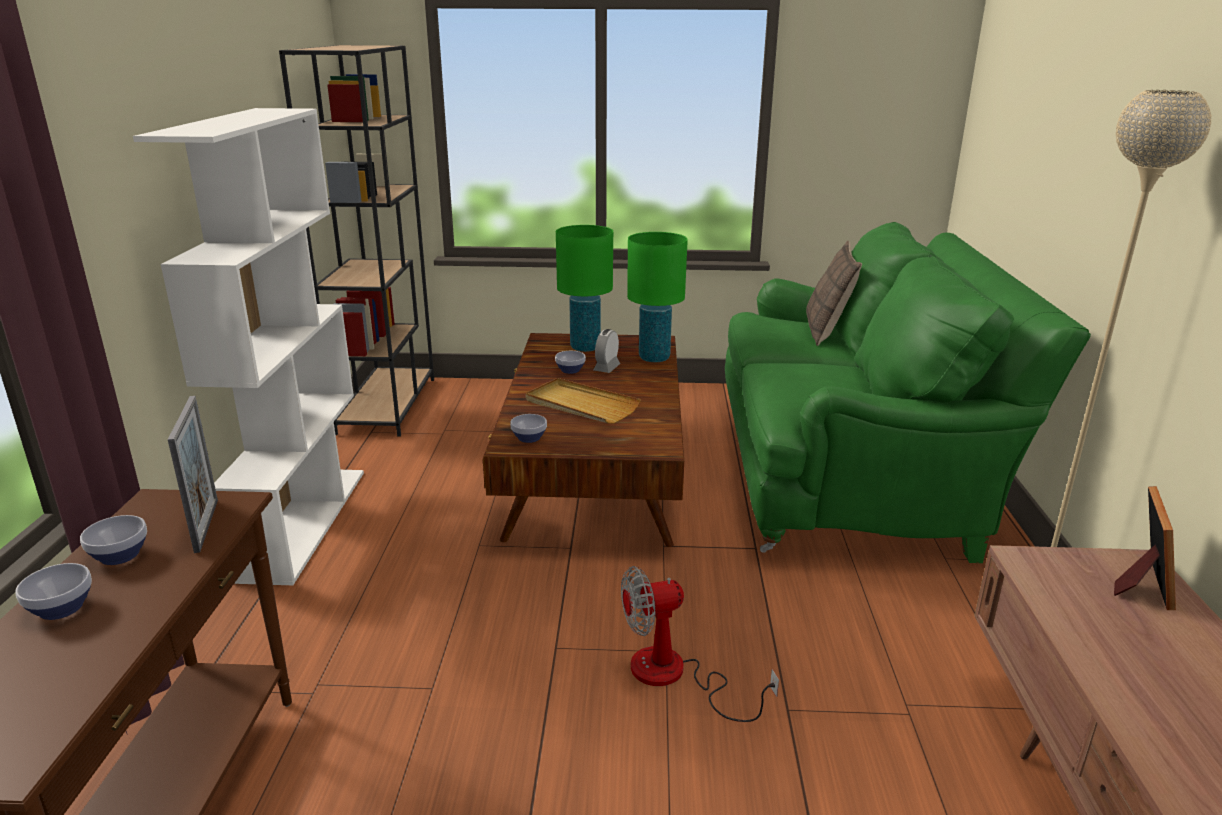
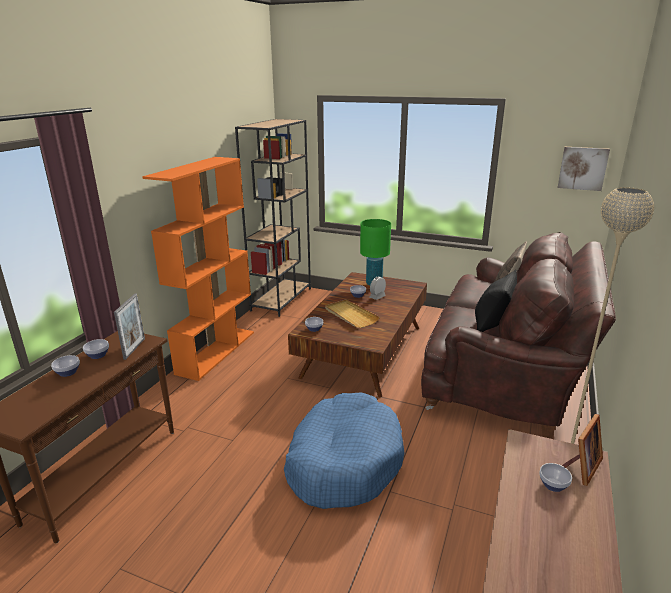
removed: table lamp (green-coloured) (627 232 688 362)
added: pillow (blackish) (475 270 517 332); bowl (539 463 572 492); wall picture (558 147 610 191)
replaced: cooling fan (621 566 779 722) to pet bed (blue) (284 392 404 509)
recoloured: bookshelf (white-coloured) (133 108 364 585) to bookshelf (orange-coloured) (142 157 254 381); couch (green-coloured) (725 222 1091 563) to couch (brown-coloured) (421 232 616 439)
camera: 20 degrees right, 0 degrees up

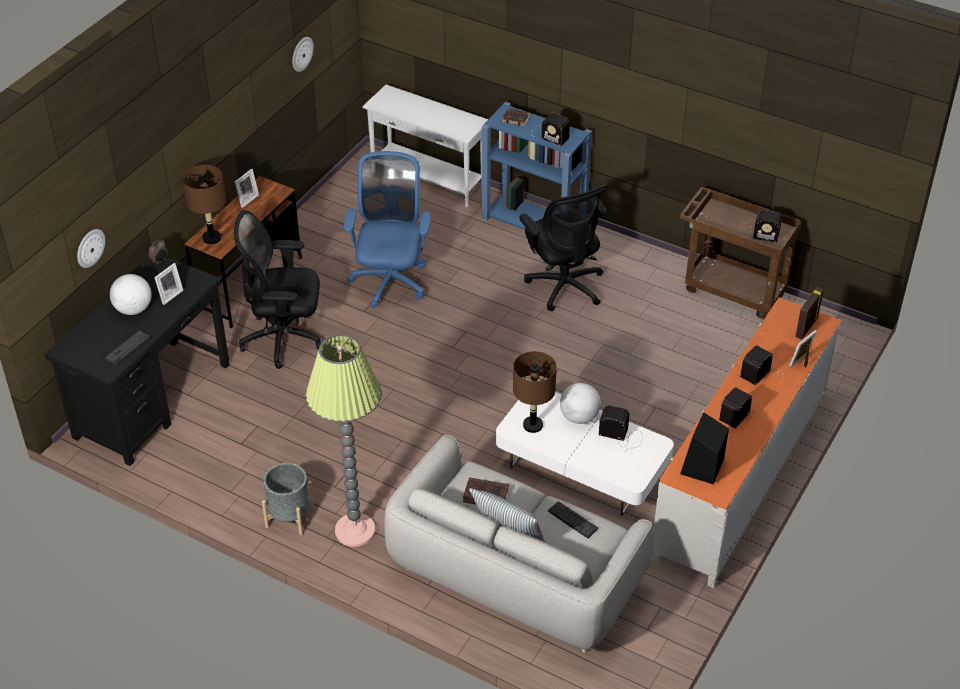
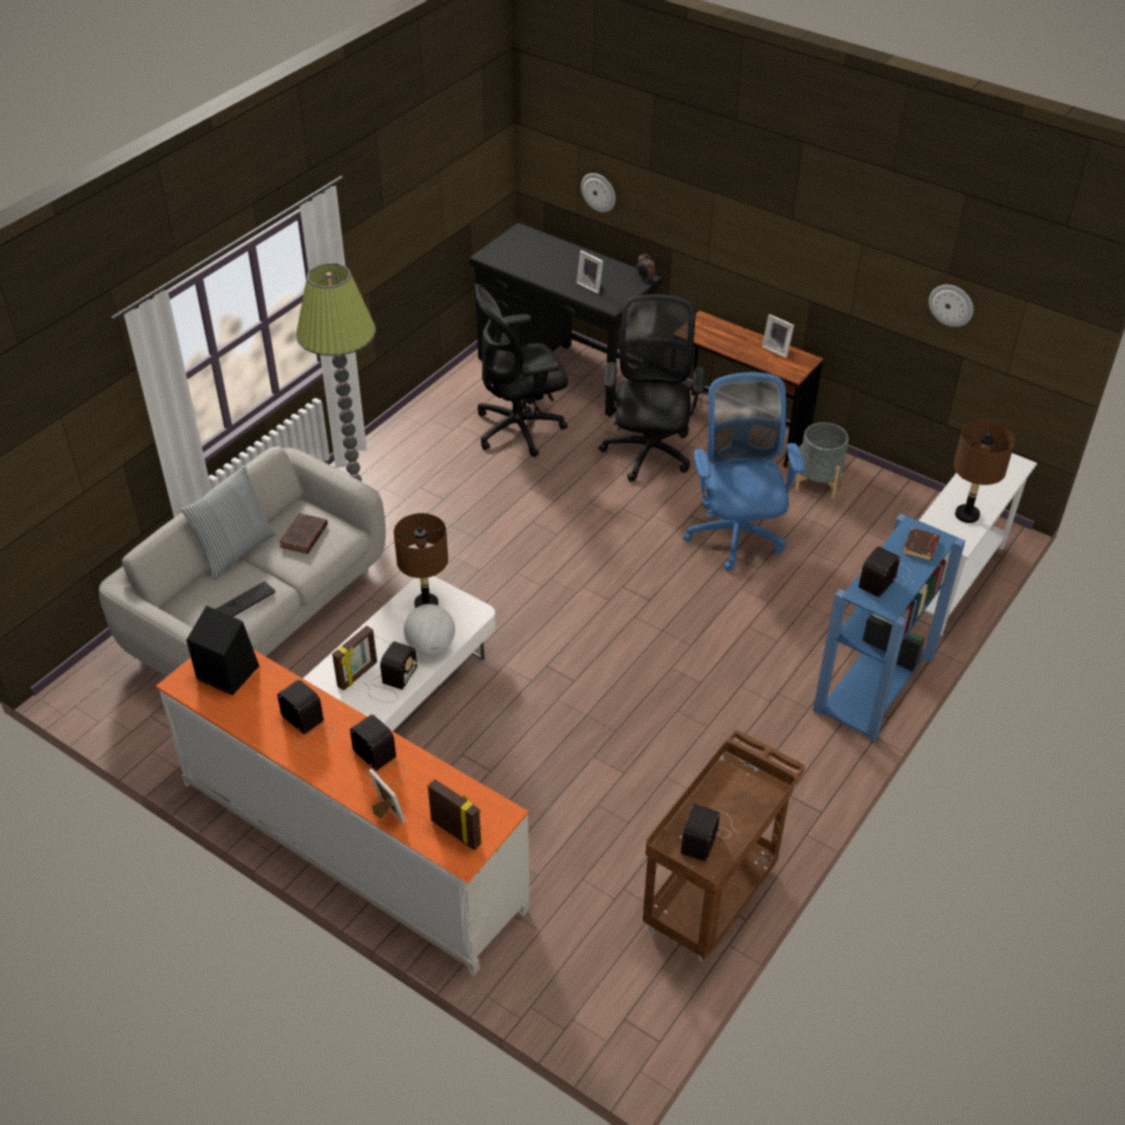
removed: PC keyboard (105 331 151 365); globe (110 274 152 315)
added: photo frame (332 626 377 690)
moved: computer chair (blackish) (519 185 608 311) to (475 284 568 457); planter (gray) (262 463 314 535) to (795 422 849 499); table lamp (brown-coloured) (182 165 226 244) to (954 420 1015 523)
turned: computer chair (blue) (344 151 431 308) = (683 372 805 571) 105 degrees counterclockwise
camera: 95 degrees right, 0 degrees up

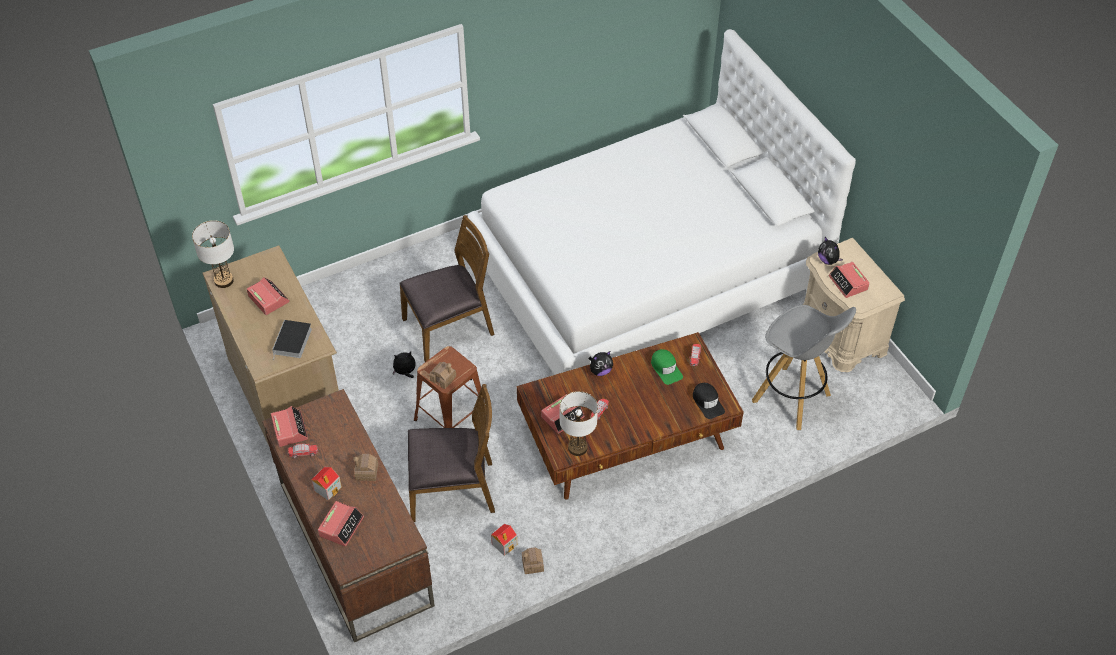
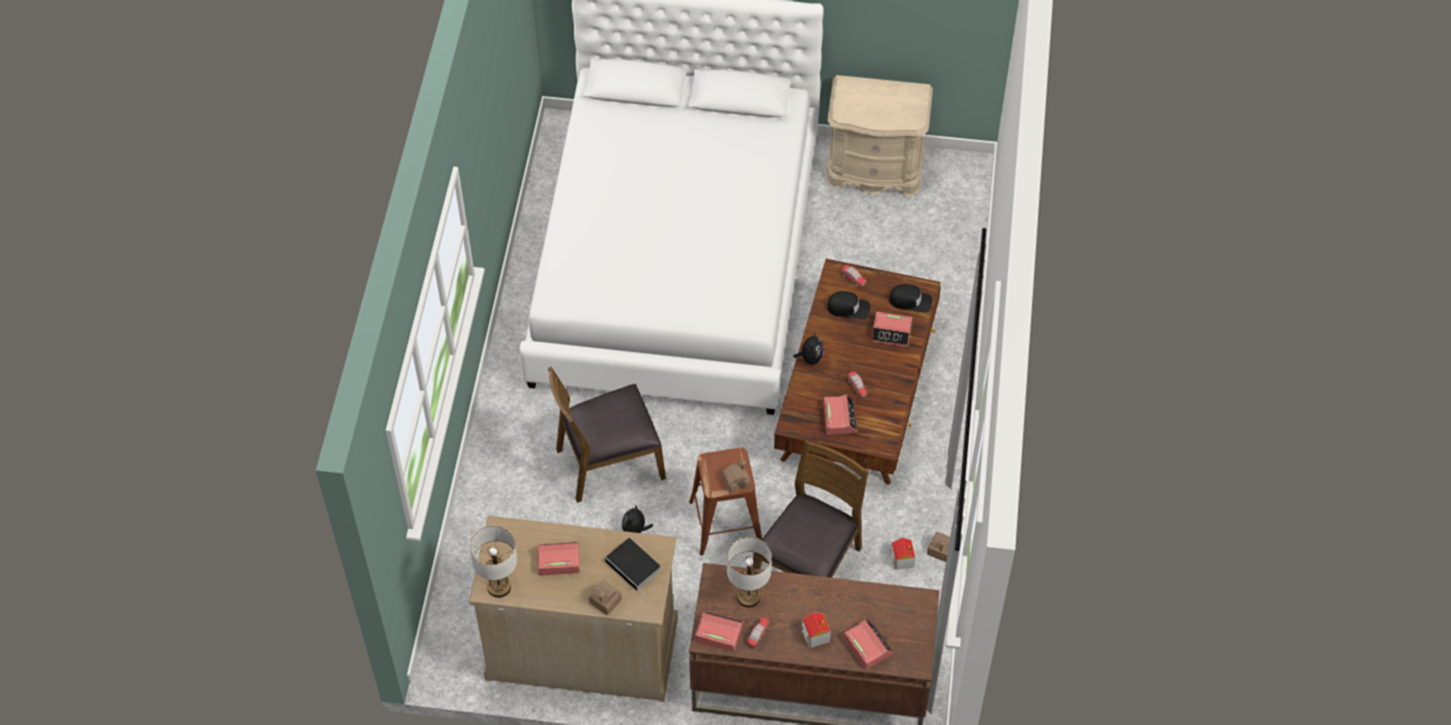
removed: sitting stool (gray) (752 305 856 430); soft toy (818 237 843 265)
moved: miniature house (353 454 378 481) to (589 580 622 615); table lamp (560 391 598 456) to (727 537 772 608); table clock (829 262 870 298) to (871 312 912 347)
recoloured: cap (green-coloured) (651 349 683 385) to cap (blackish) (827 291 870 319)
turned: plain chair (brown-coloured) (399 215 495 362) = (548 367 666 503) 120 degrees counterclockwise
camera: 55 degrees left, 5 degrees up

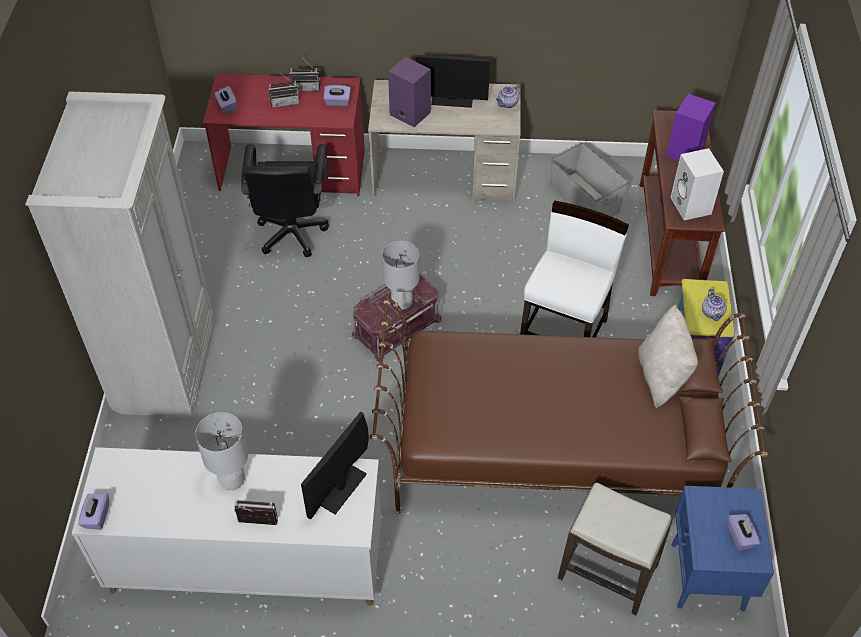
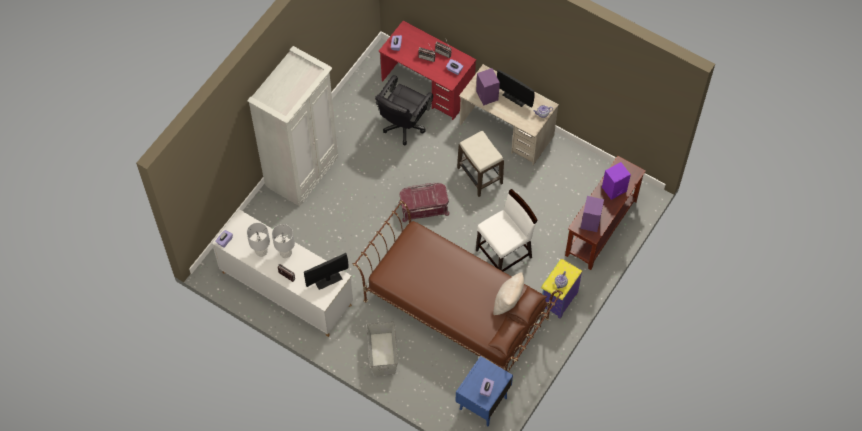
moved: table lamp (gray) (382 241 420 310) to (247 223 270 257); storage container (gray) (550 142 629 217) to (366 322 398 376); sitting stool (558 483 673 615) to (457 131 504 197)
recoloured: speaker (white-coloured) (670 148 724 221) to speaker (purple-coloured) (580 196 604 232)
camera: 30 degrees right, 10 degrees up

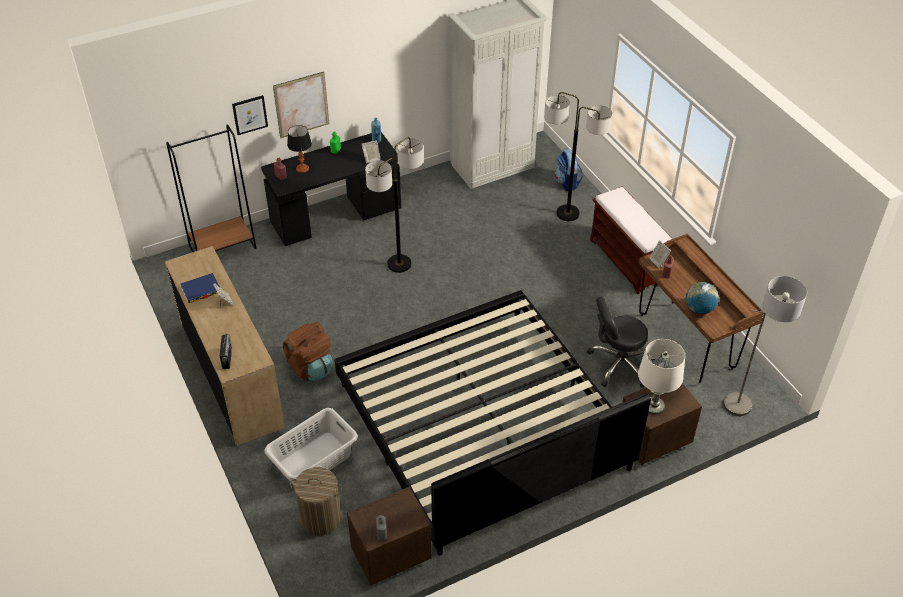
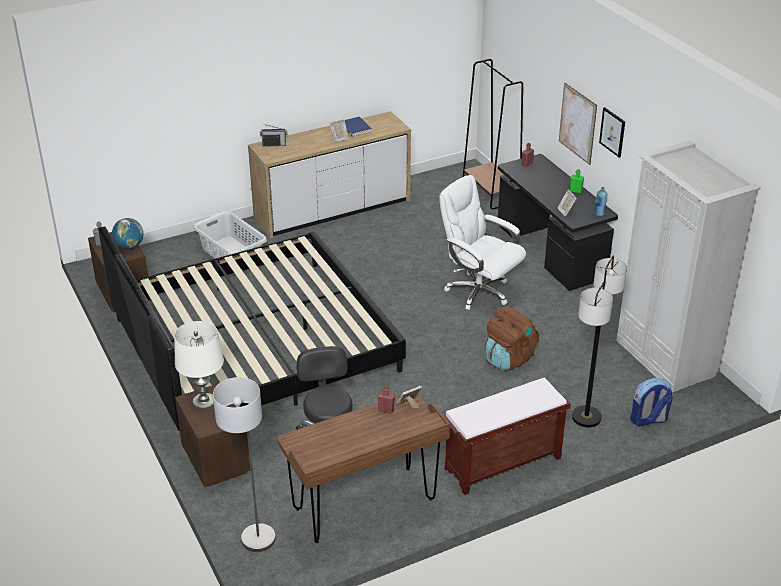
removed: table lamp (287 125 312 173); hamper (290 467 342 536)
moved: globe (686 282 719 314) to (112 218 144 249); knapsack (brown-coloured) (283 322 333 381) to (485 307 539 370); wall picture (232 95 268 135) to (599 107 625 158)
replaced: standard lamp (365 137 423 273) to computer chair (white-coloured) (439 175 526 310)
camera: 90 degrees right, 10 degrees down

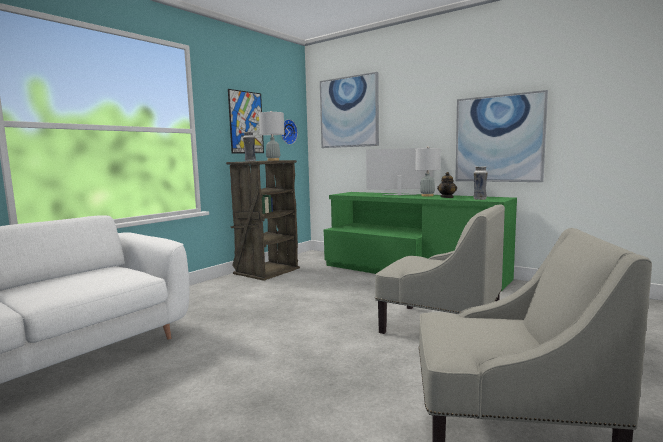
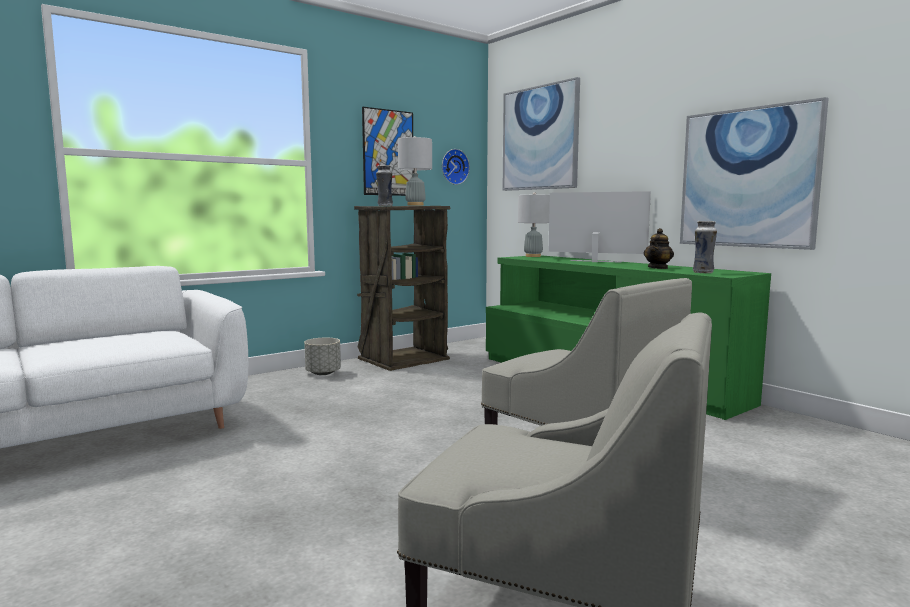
added: planter (gray) (304 338 341 375)
moved: table lamp (gray) (415 146 441 196) to (518 192 550 257)
camera: 15 degrees right, 0 degrees up

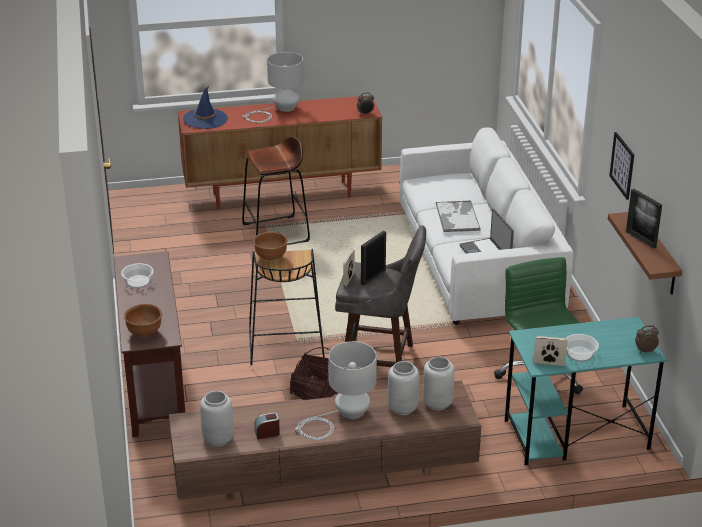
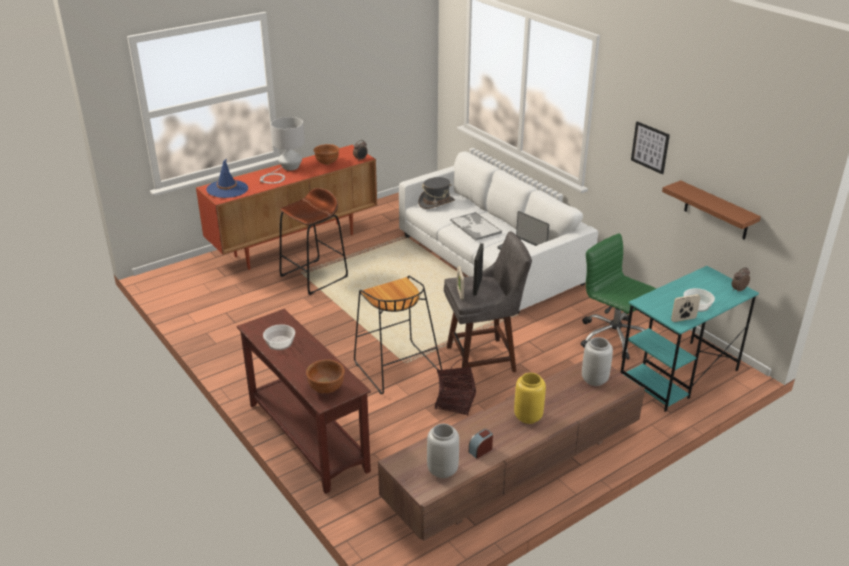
removed: flower vase (gray) (388 361 419 415); photo frame (626 189 662 249)
added: clothing hat (gray) (418 177 455 209)
moved: bowl (brown-coloured) (253 232 288 260) to (314 144 339 165)
replaced: table lamp (white-coloured) (294 341 377 440) to flower vase (yellow) (514 373 546 424)
camera: 25 degrees left, 0 degrees up

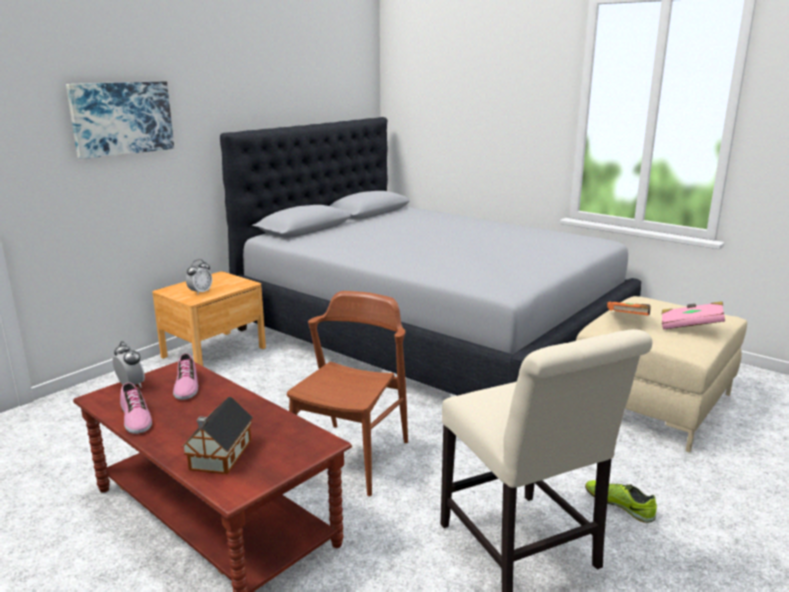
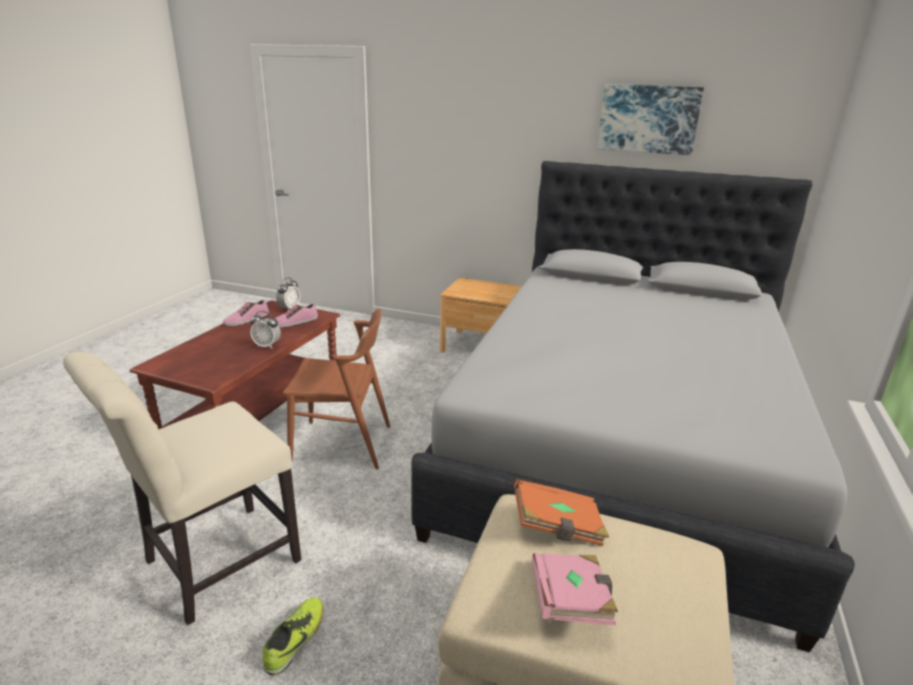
removed: miniature house (181 397 253 474)
moved: table clock (186 259 212 295) to (250 311 281 349); wall picture (66 81 174 159) to (597 84 704 155)
camera: 70 degrees right, 5 degrees up

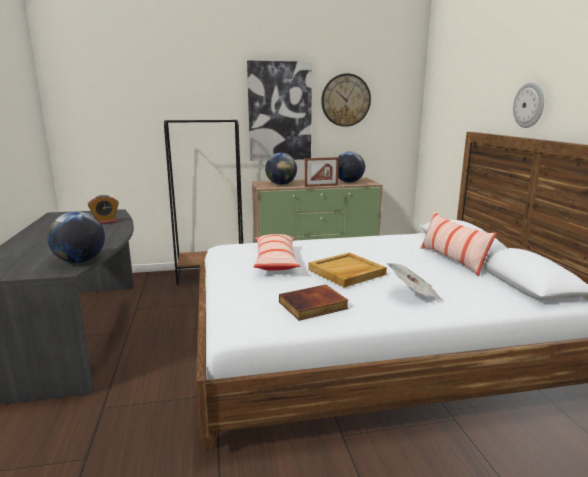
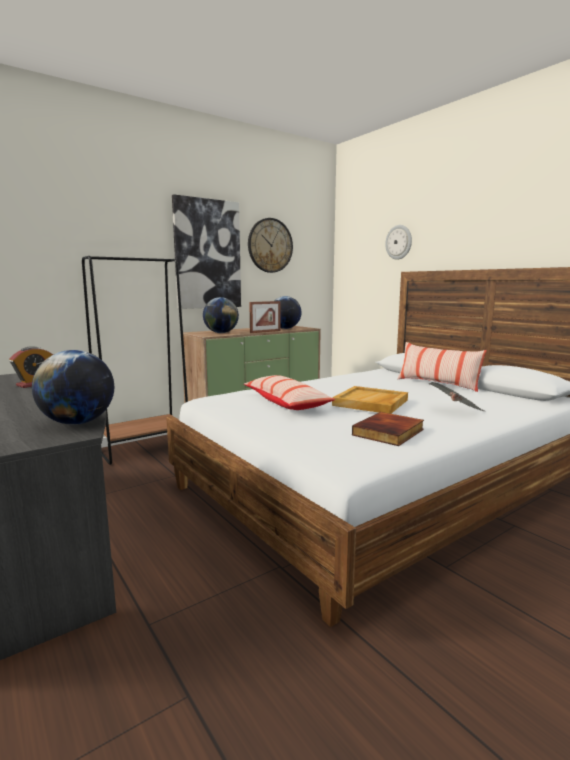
moved: clock on the wall (513 82 544 128) to (385 225 412 260)
camera: 25 degrees left, 5 degrees down

